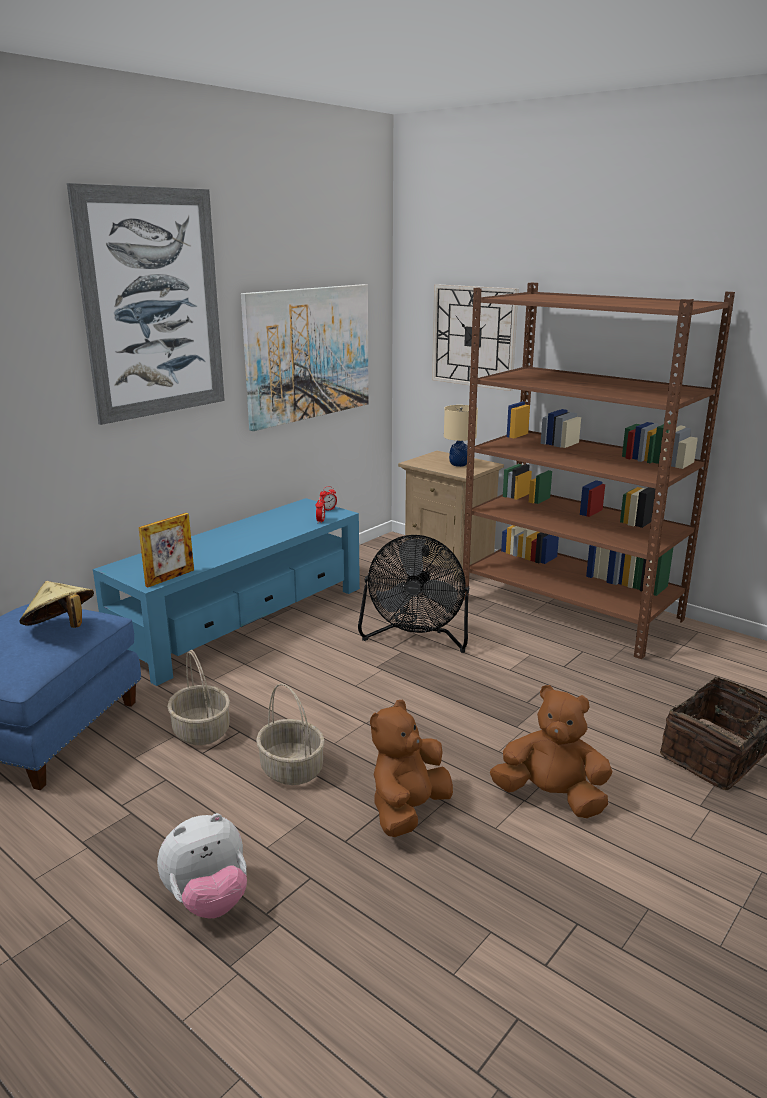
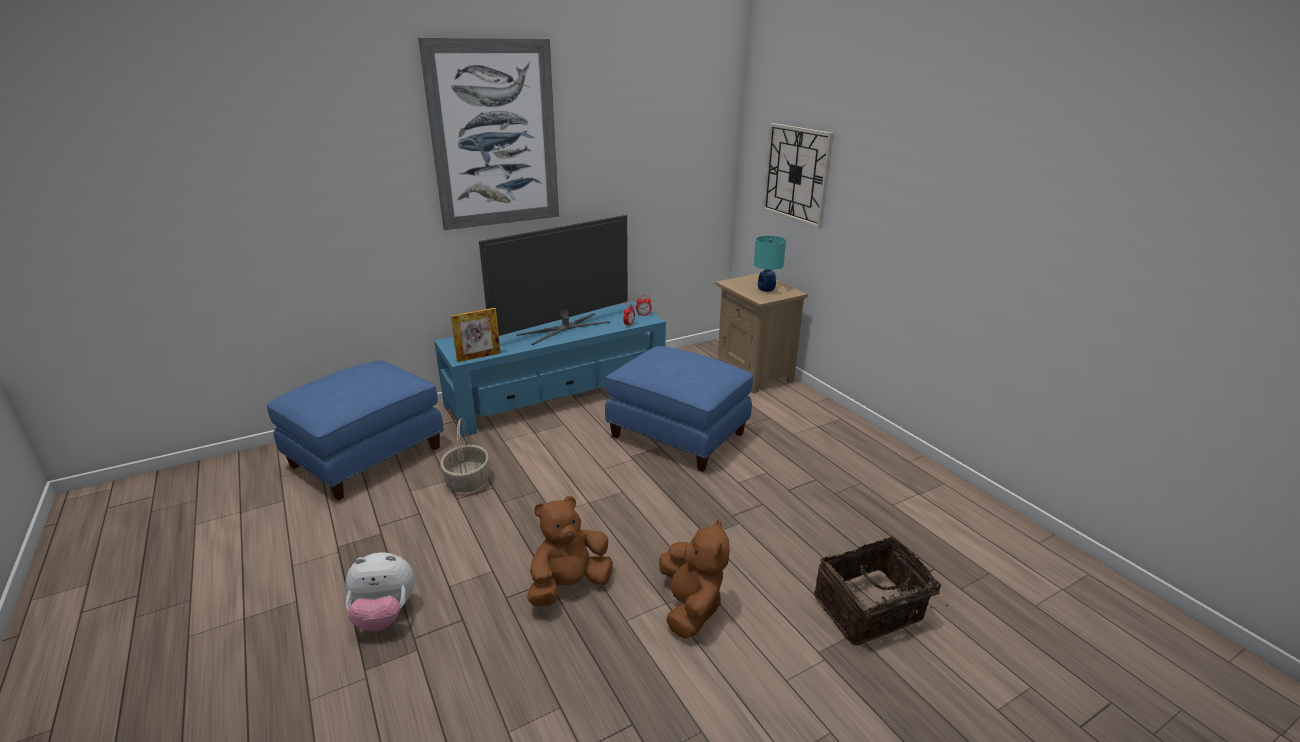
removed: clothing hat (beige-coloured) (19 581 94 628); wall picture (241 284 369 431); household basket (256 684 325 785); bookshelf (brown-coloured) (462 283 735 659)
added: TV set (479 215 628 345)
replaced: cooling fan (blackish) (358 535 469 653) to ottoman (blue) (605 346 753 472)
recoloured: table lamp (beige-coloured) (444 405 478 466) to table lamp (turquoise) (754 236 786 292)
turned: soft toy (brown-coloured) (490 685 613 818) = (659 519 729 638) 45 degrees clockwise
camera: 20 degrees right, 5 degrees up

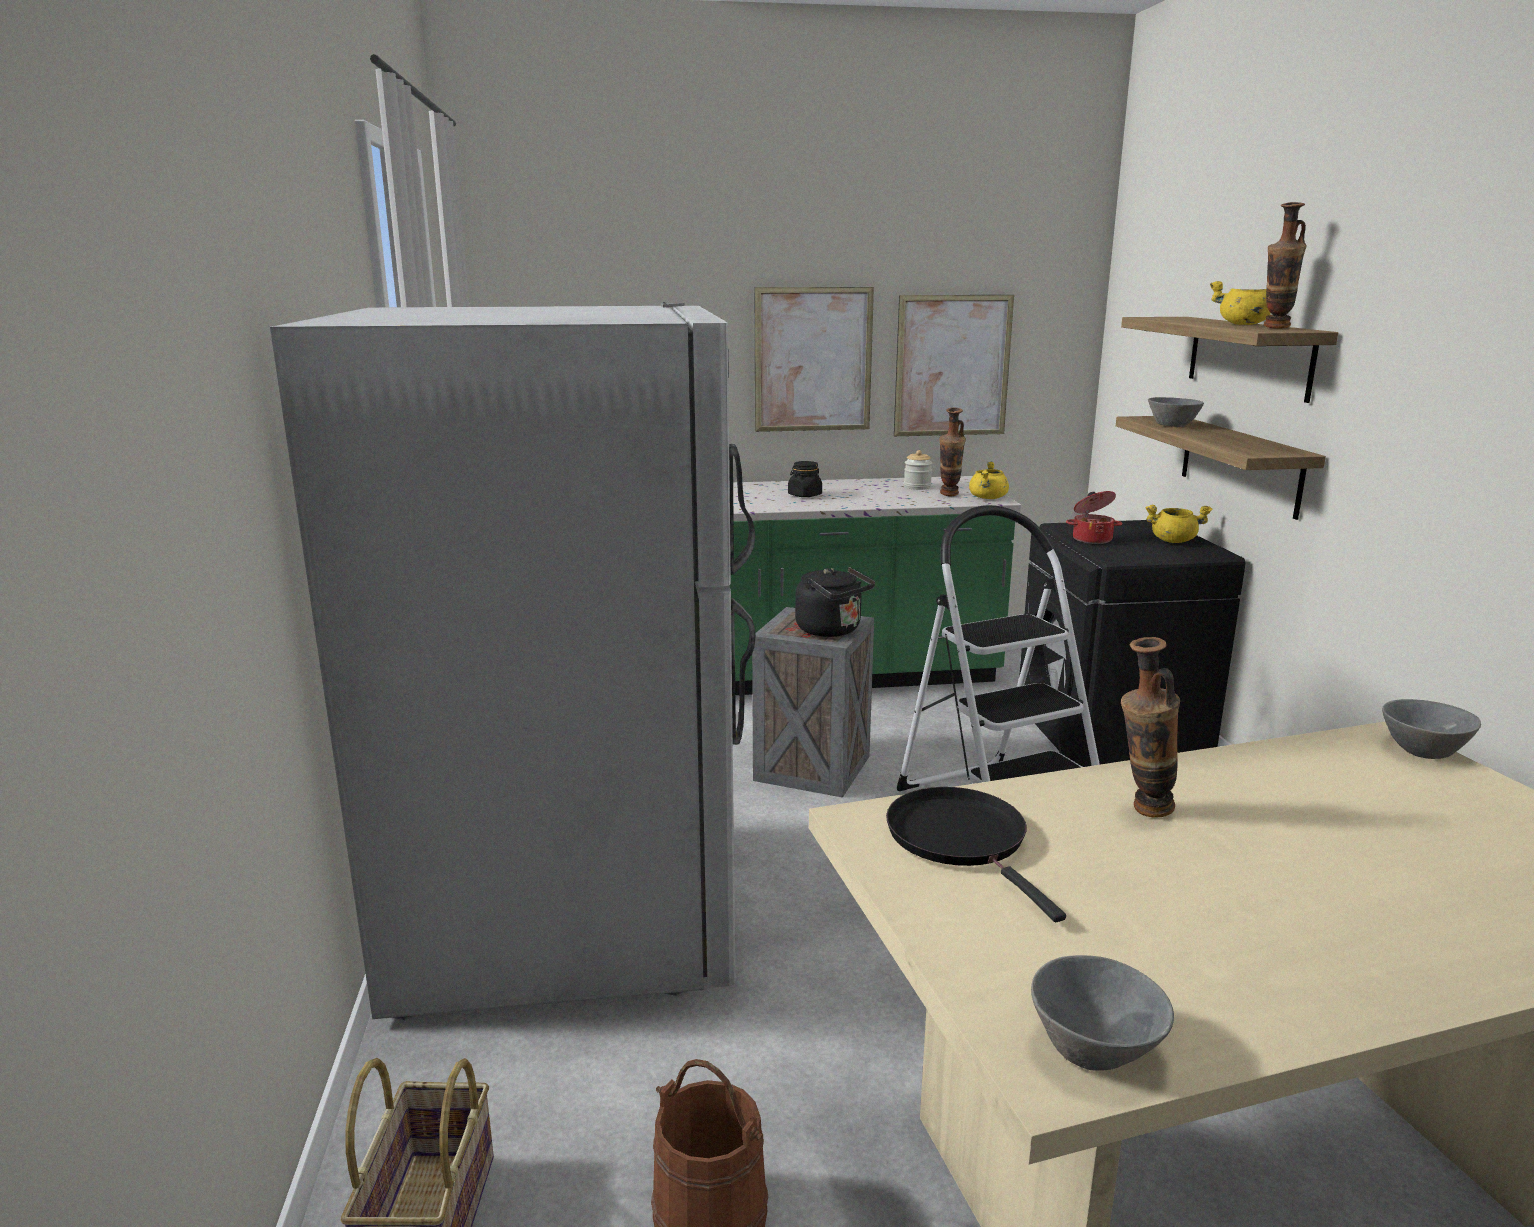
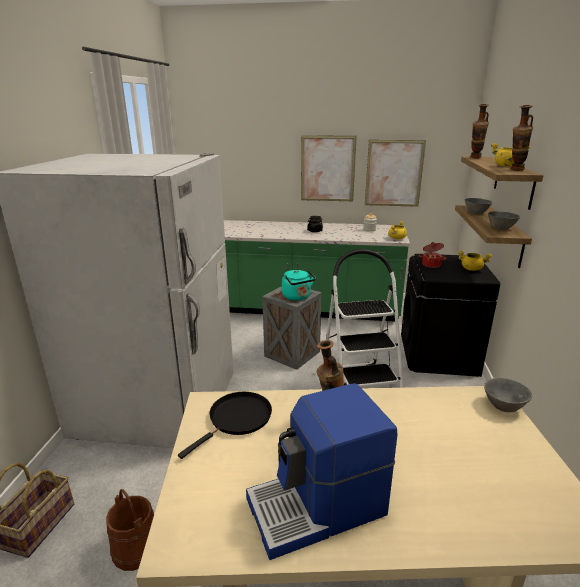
added: coffee machine (246 383 397 560)
moved: flower vase (939 407 966 496) to (470 104 489 158); bowl (gray) (1031 955 1174 1071) to (488 211 520 230)
recoloured: tea kettle (blackish) (795 567 875 637) to tea kettle (turquoise) (282 270 316 301)
turned: frying pan (blackish) (886 787 1066 922) = (178 392 272 459) 45 degrees clockwise
camera: 15 degrees right, 5 degrees up

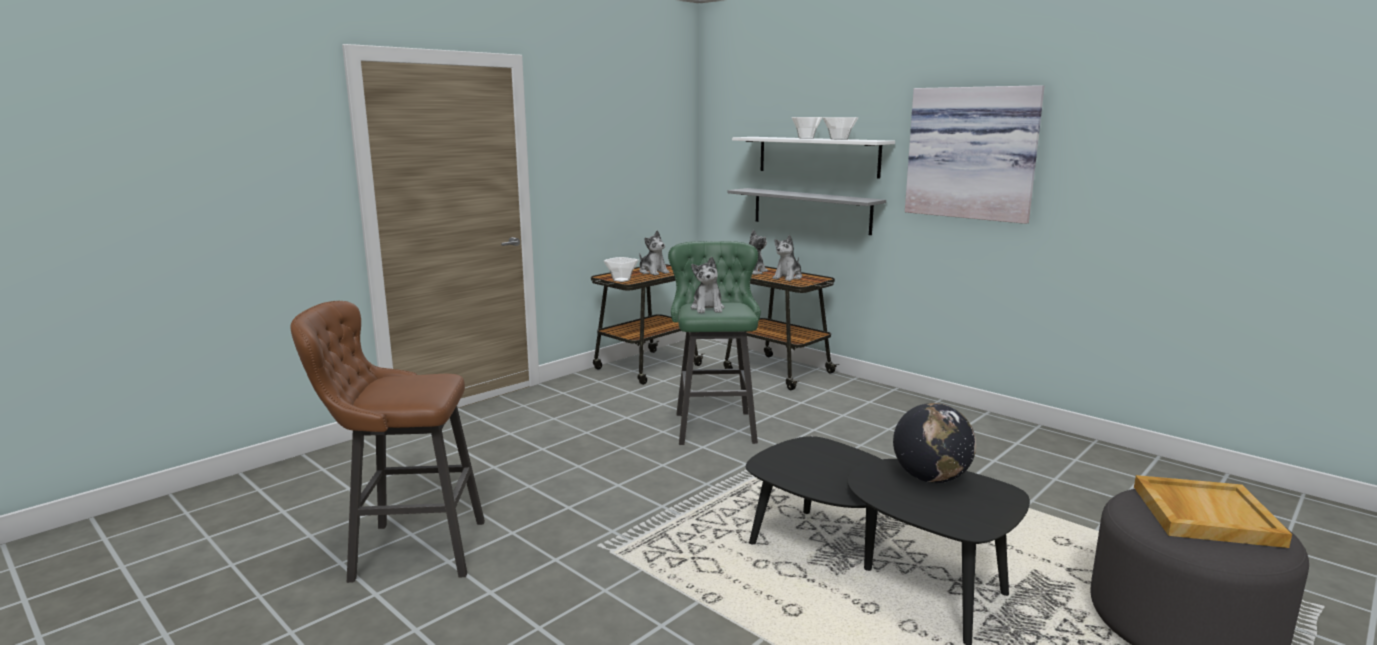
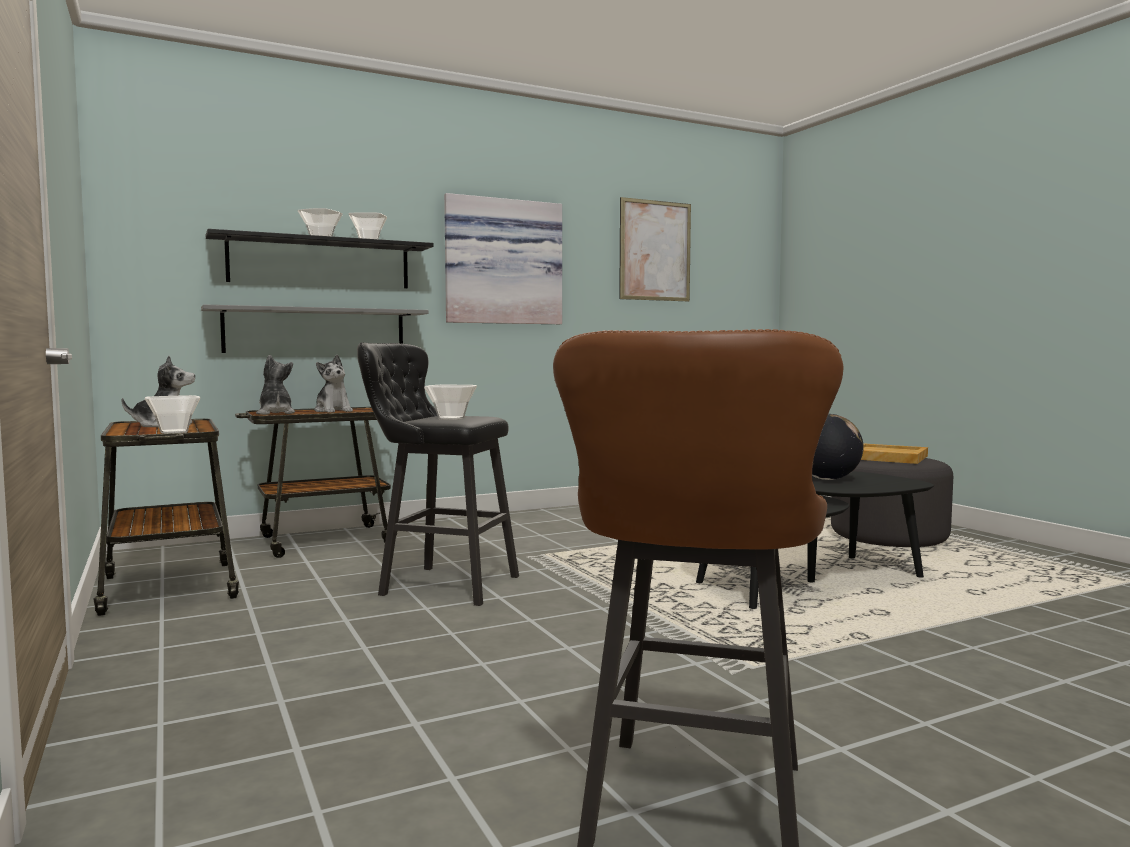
added: wall picture (619 197 691 301)
replaced: soft toy (691 257 724 313) to bowl (424 385 477 420)
recoloured: wall shelf (white-coloured) (732 137 895 179) to wall shelf (blackish) (206 229 434 289); sitting stool (green-coloured) (668 241 761 445) to sitting stool (blackish) (357 342 519 606)
camera: 70 degrees left, 10 degrees down

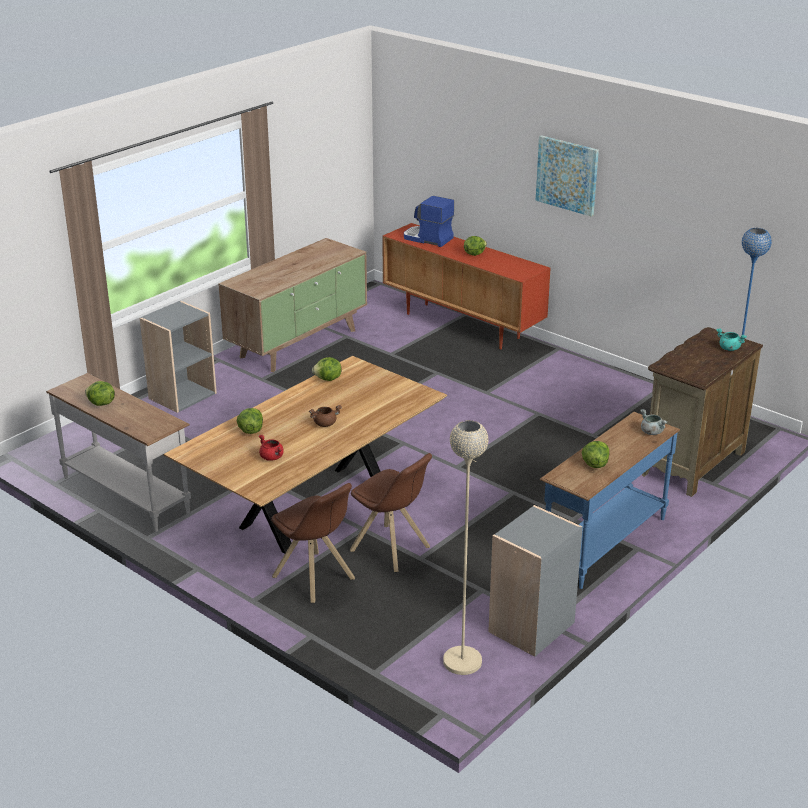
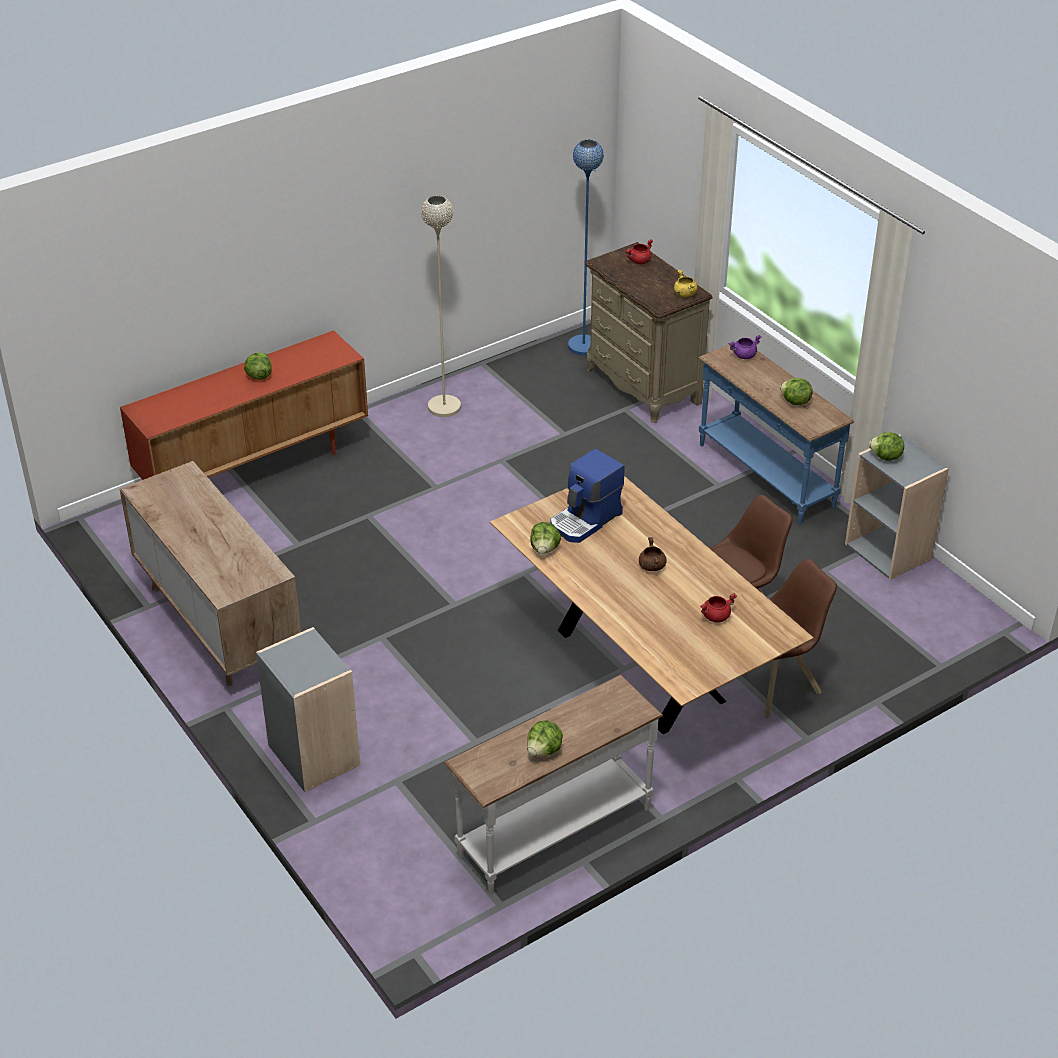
removed: wall picture (536 135 599 217)
added: stockpot (yellow) (674 270 698 297)
moved: standard lamp (beige-coloured) (443 420 488 675) to (421 195 461 417); coffee machine (404 196 454 247) to (550 448 625 543); lettuce head (237 408 263 434) to (869 432 904 461)
recoloured: stockpot (turquoise) (716 328 747 351) to stockpot (red) (626 239 653 264); stockpot (gray) (640 409 668 435) to stockpot (purple-coloured) (728 335 761 359)
camera: 75 degrees left, 10 degrees up

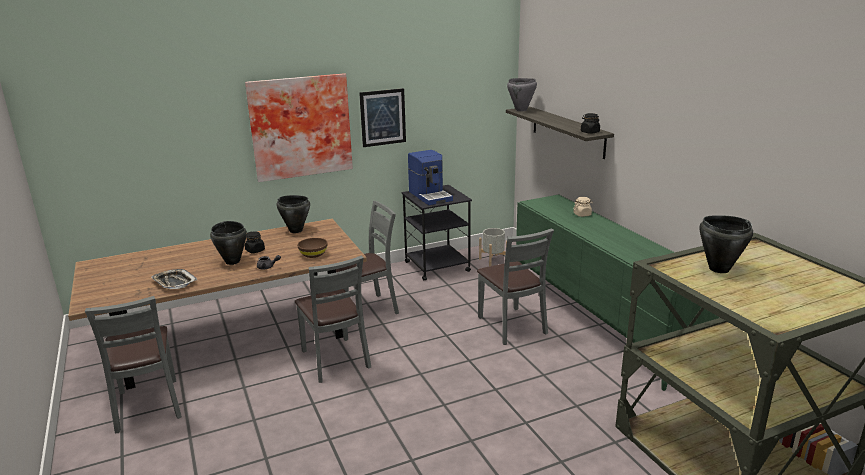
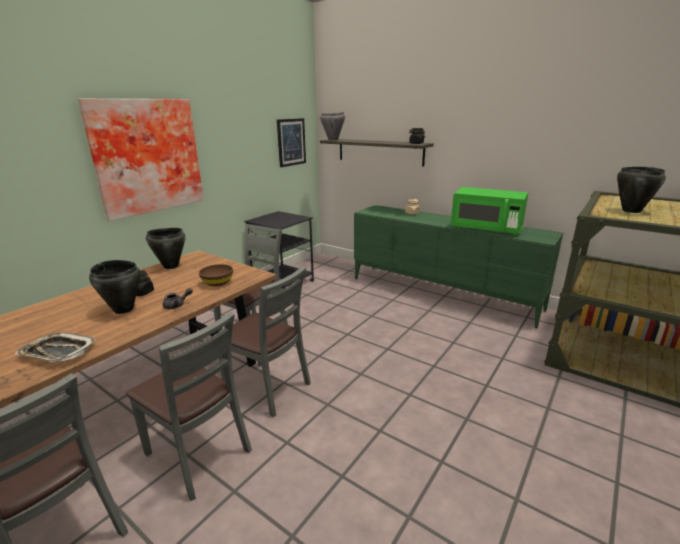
removed: coffee machine (408 150 453 205); planter (gray) (479 228 507 266)
added: microwave (green-coloured) (451 187 528 235)
moved: plain chair (gray) (477 228 554 345) to (126 312 252 501); wall picture (359 88 406 147) to (277 118 306 167)
camera: 30 degrees left, 0 degrees up

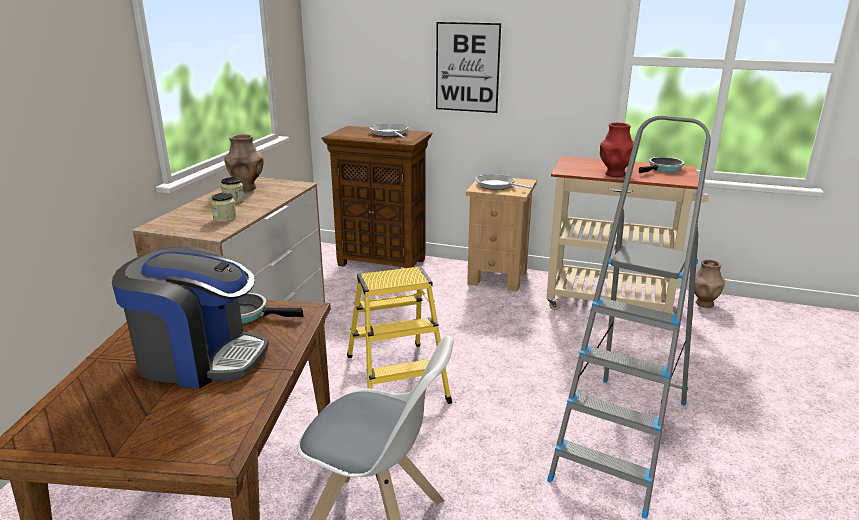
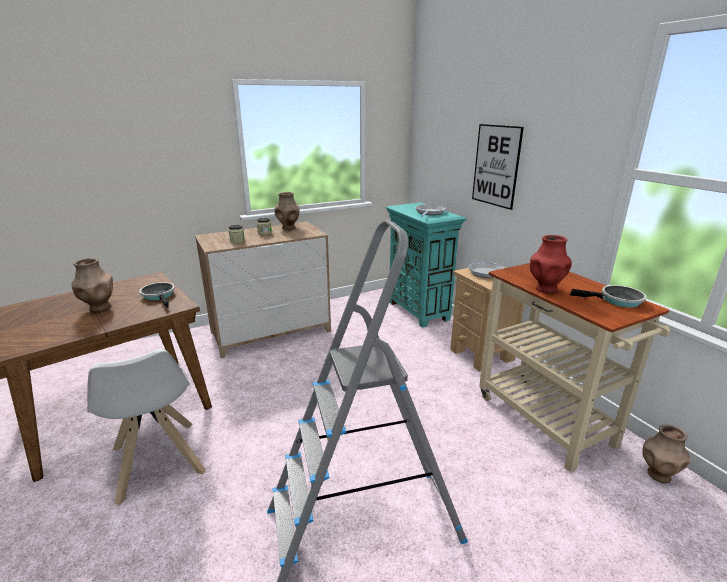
removed: stepladder (yellow) (347 266 452 404)
replaced: coffee machine (112 246 269 389) to flower vase (brown-coloured) (71 258 113 312)
recoloured: cupboard (brown-coloured) (321 126 432 268) to cupboard (turquoise) (385 202 467 328)
camera: 45 degrees right, 0 degrees up

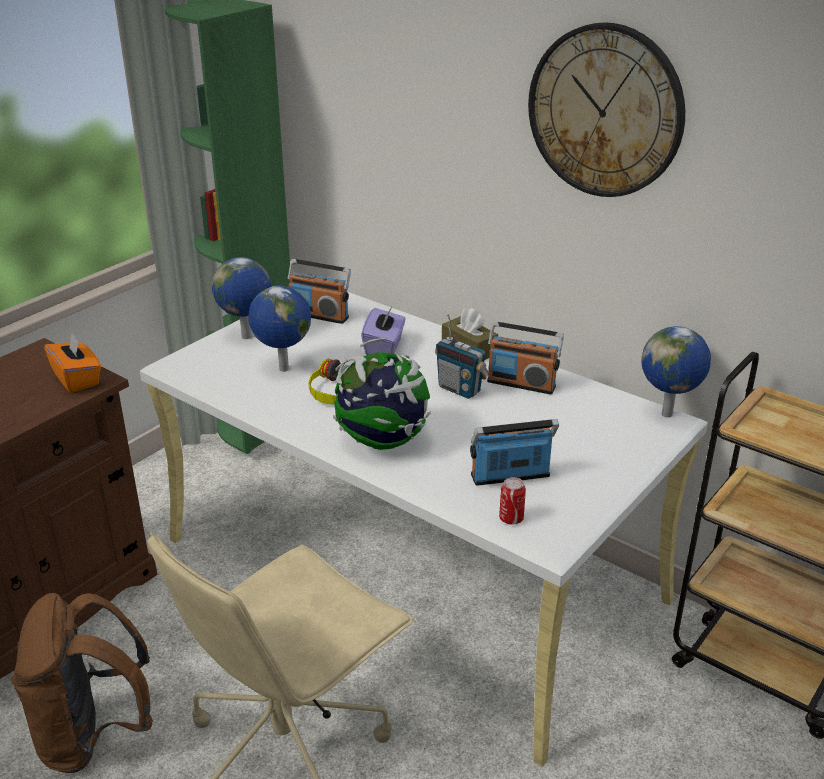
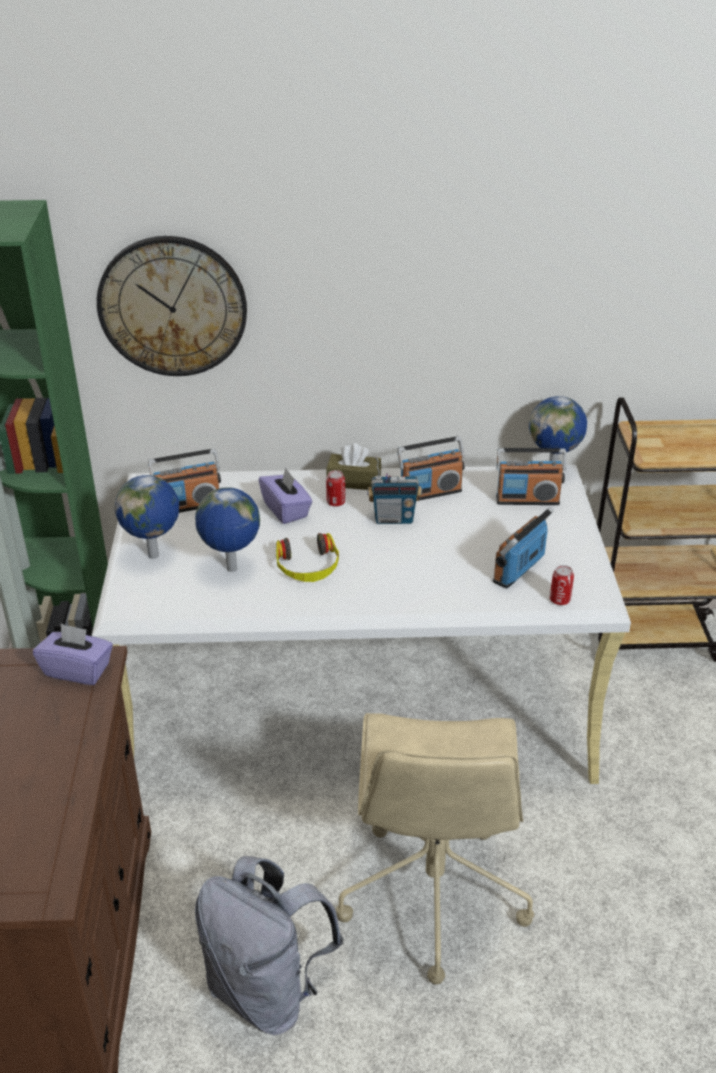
removed: globe (333 338 431 450)
added: can (326 470 345 507); radio set (496 448 566 505)
moved: clock on the wall (528 22 685 197) to (97 236 247 376)
recoloured: tissue holder (orange-coloured) (44 333 101 393) to tissue holder (purple-coloured) (33 623 113 685); knapsack (brown-coloured) (11 593 153 773) to knapsack (gray) (195 856 344 1035)
camera: 40 degrees left, 5 degrees up

